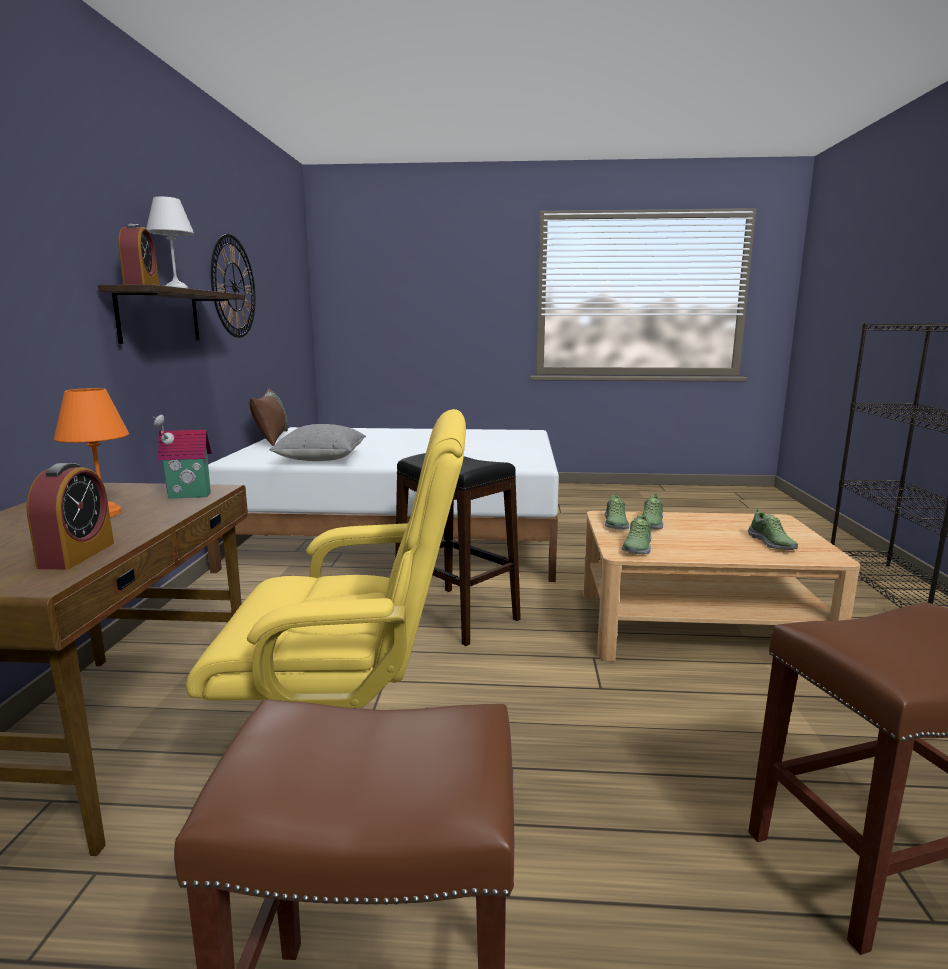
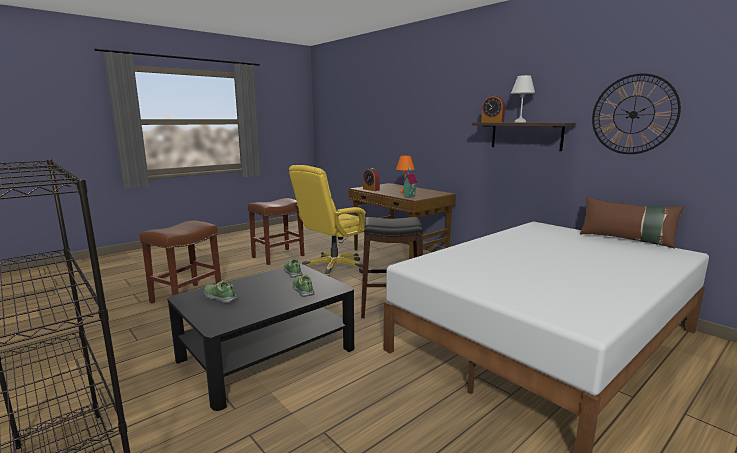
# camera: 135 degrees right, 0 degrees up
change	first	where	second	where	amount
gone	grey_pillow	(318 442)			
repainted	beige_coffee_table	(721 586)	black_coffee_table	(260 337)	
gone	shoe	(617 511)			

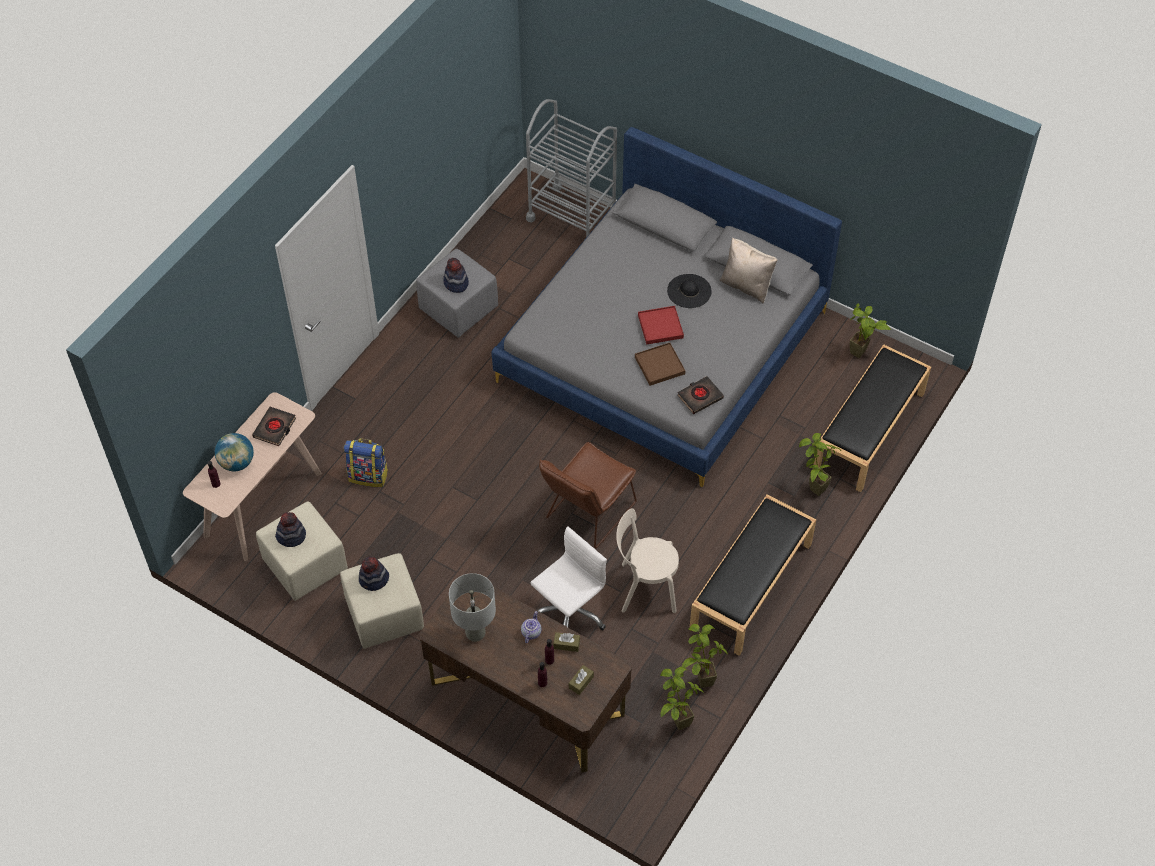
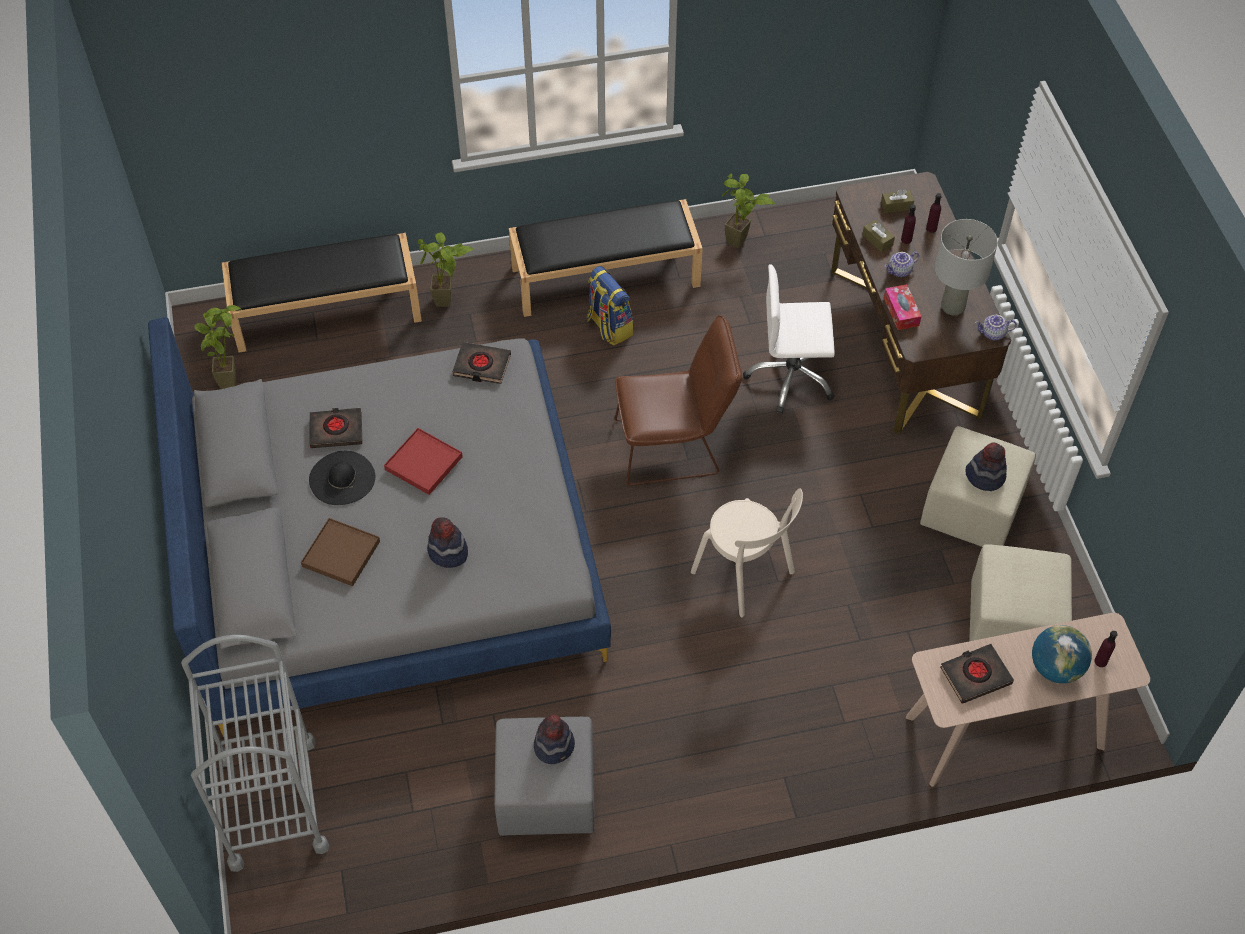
# camera: 135 degrees left, 0 degrees up
change	first	where	second	where	amount
shifted	hat	(290 529)		(447 542)	
shifted	backpack	(366 462)		(610 306)	
shifted	beige_chair	(647 560)		(747 552)	
shifted	brown_tray	(660 364)		(340 552)	
gone	potted_plant	(682 698)			
gone	beige_pillow	(748 270)			
new			black_book	(336 428)	
new			tissue_box	(902 307)	
new			teapot	(996 327)	

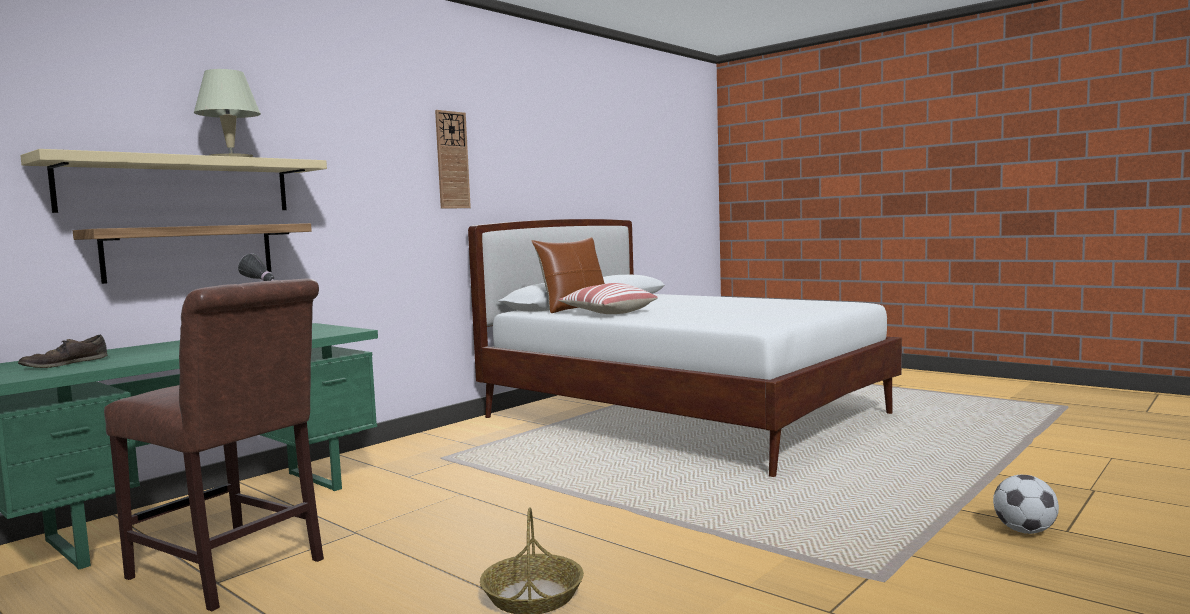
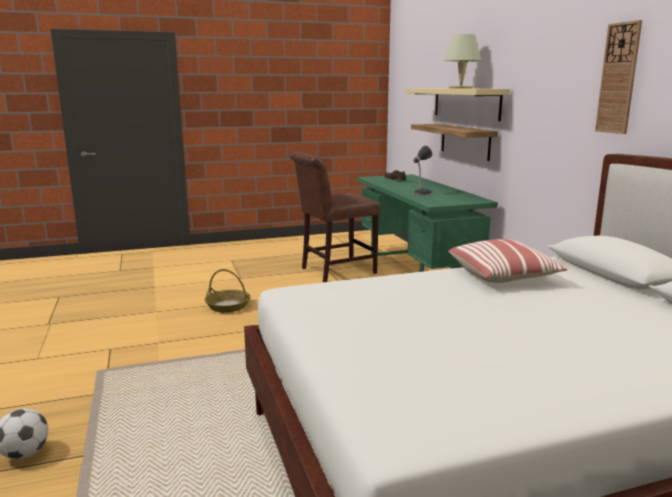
# camera: 120 degrees right, 10 degrees up
change	first	where	second	where	amount
gone	brown_pillow	(568 275)			

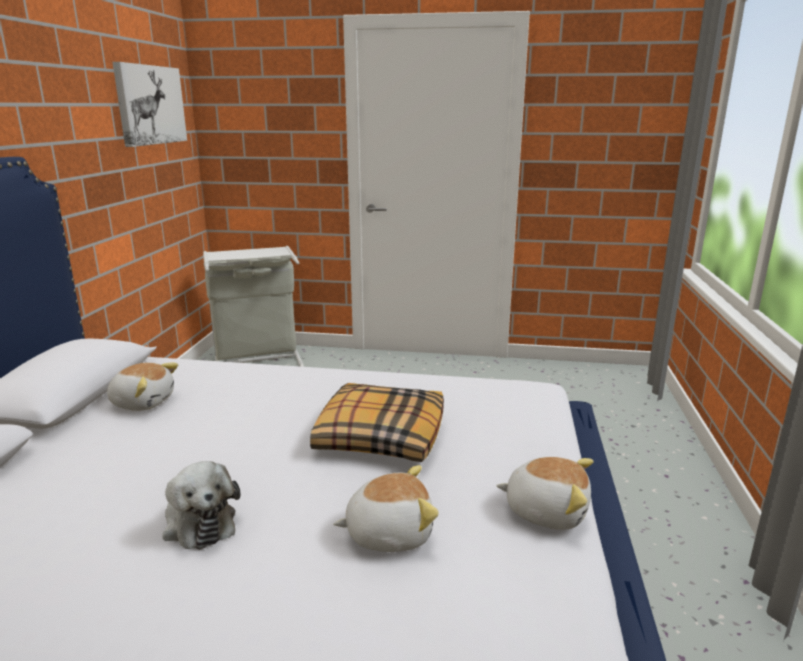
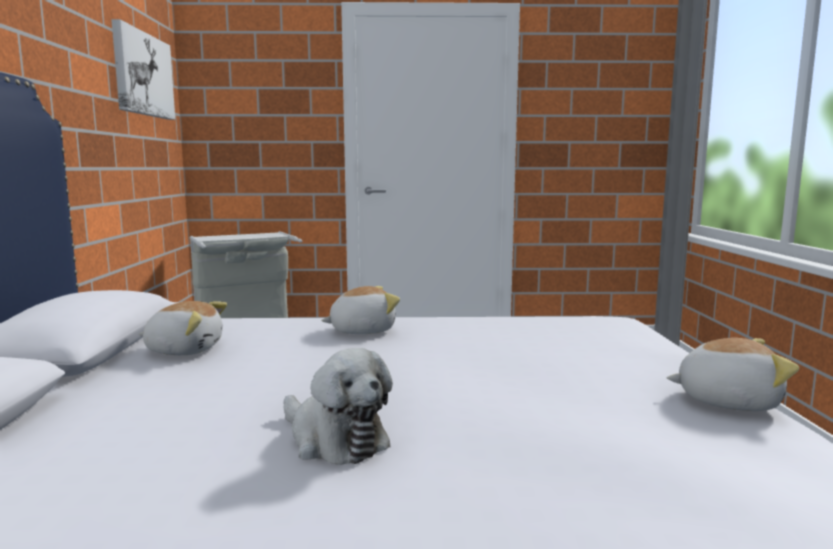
# camera: 10 degrees left, 10 degrees down
change	first	where	second	where	amount
gone	pillow	(377 422)			
shifted	plush_toy	(386 508)		(360 310)	

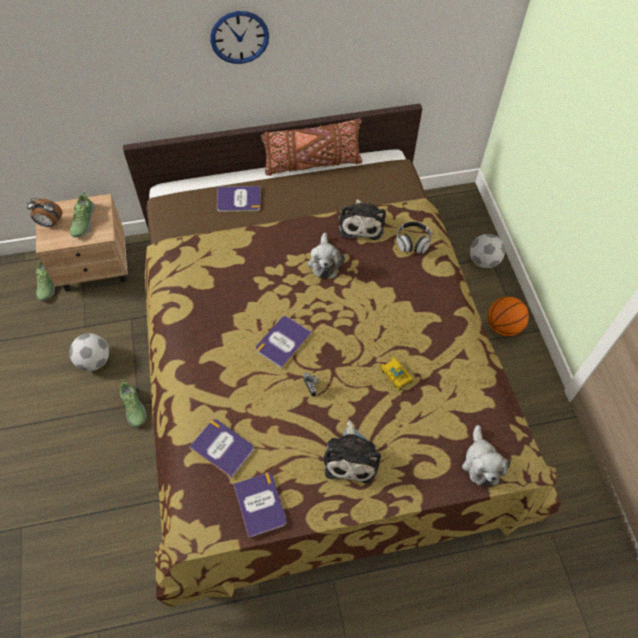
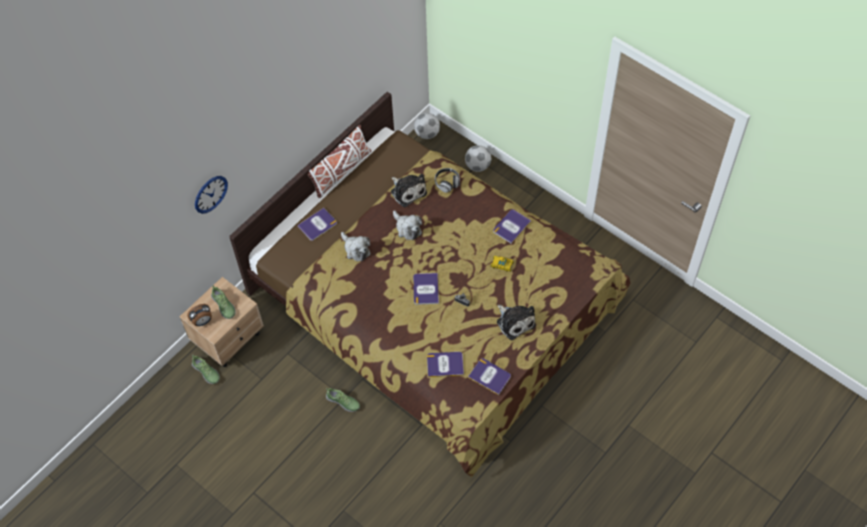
# camera: 35 degrees left, 0 degrees up
change	first	where	second	where	amount
shifted	football	(89 352)		(427 126)	
shifted	wall_clock	(239 37)		(211 195)	
repainted	brown_pillow	(311 147)	white_pillow	(339 161)	
shifted	plush_toy	(486 455)		(356 247)	
gone	basketball	(508 316)			
new			book	(512 227)	

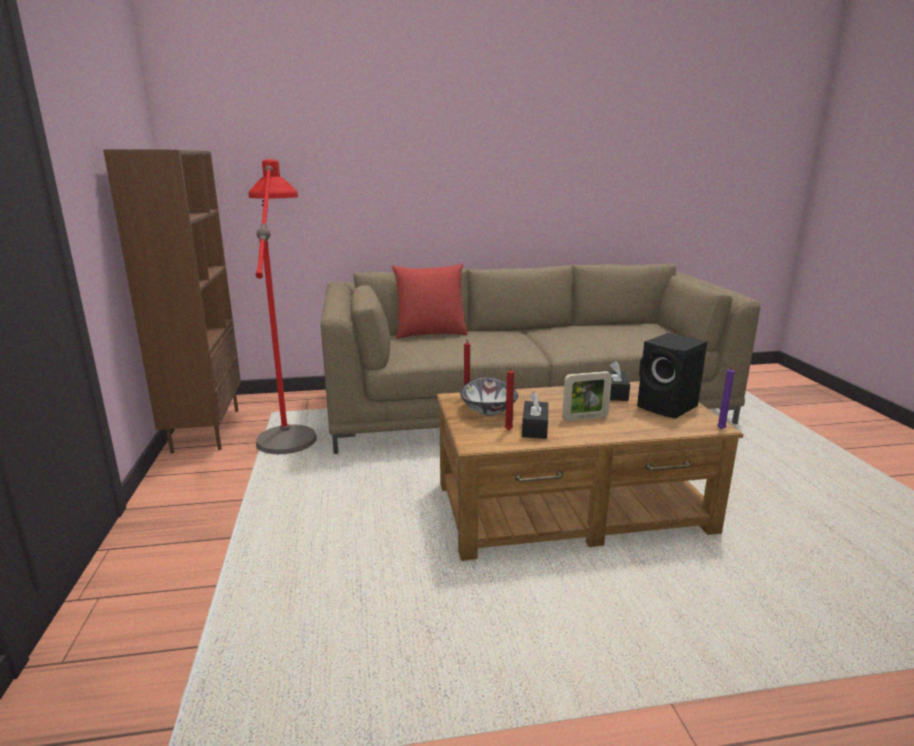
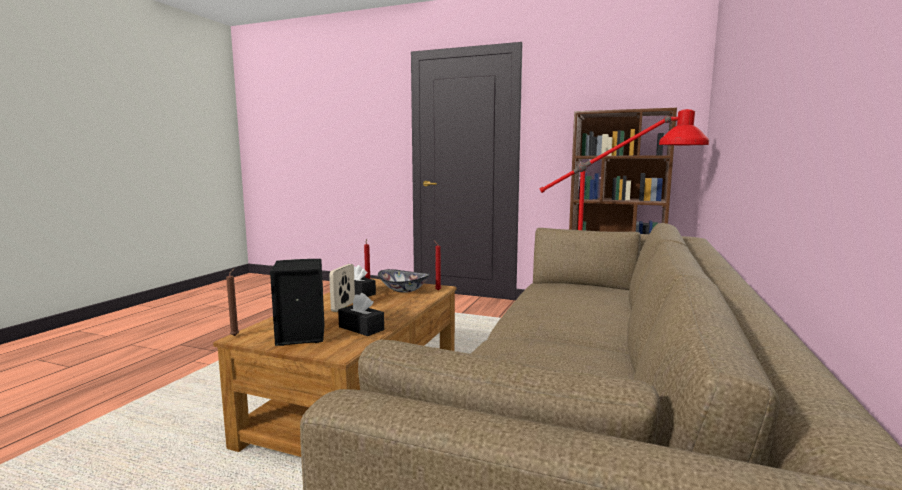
# camera: 120 degrees right, 10 degrees down
change	first	where	second	where	amount
gone	red_pillow	(430 301)			
repainted	purple_candle	(726 396)	brown_candle	(232 302)	

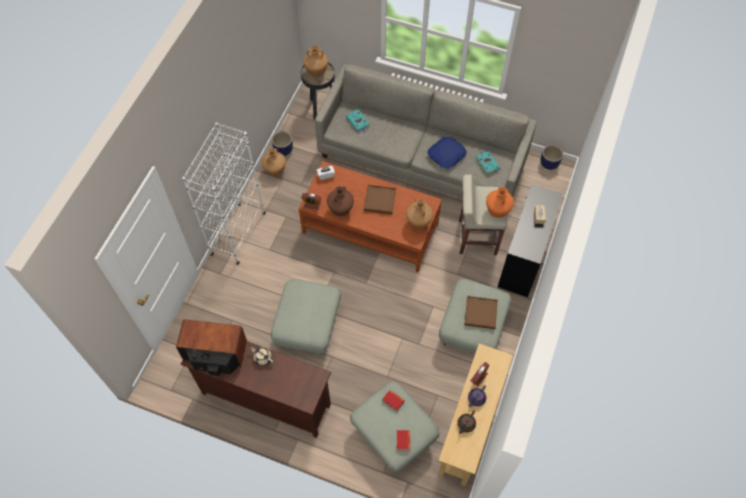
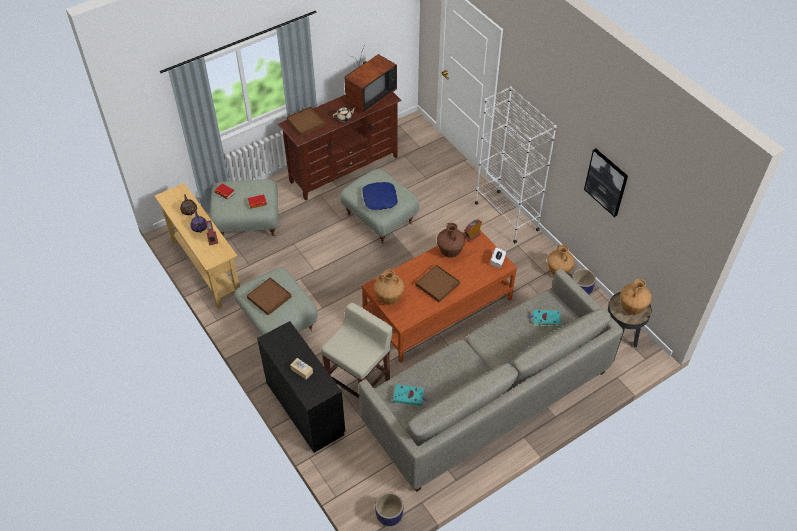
# camera: 125 degrees right, 10 degrees down
change	first	where	second	where	amount
shifted	blue_pillow	(447 152)		(380 196)	
gone	orange_vase	(500 202)			
new			brown_tray	(306 121)	
new			picture	(606 183)	

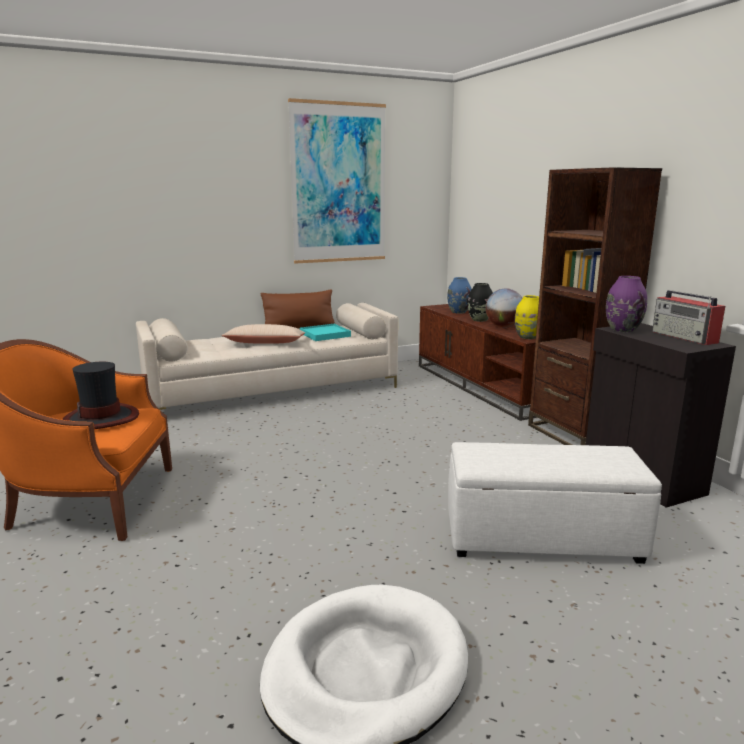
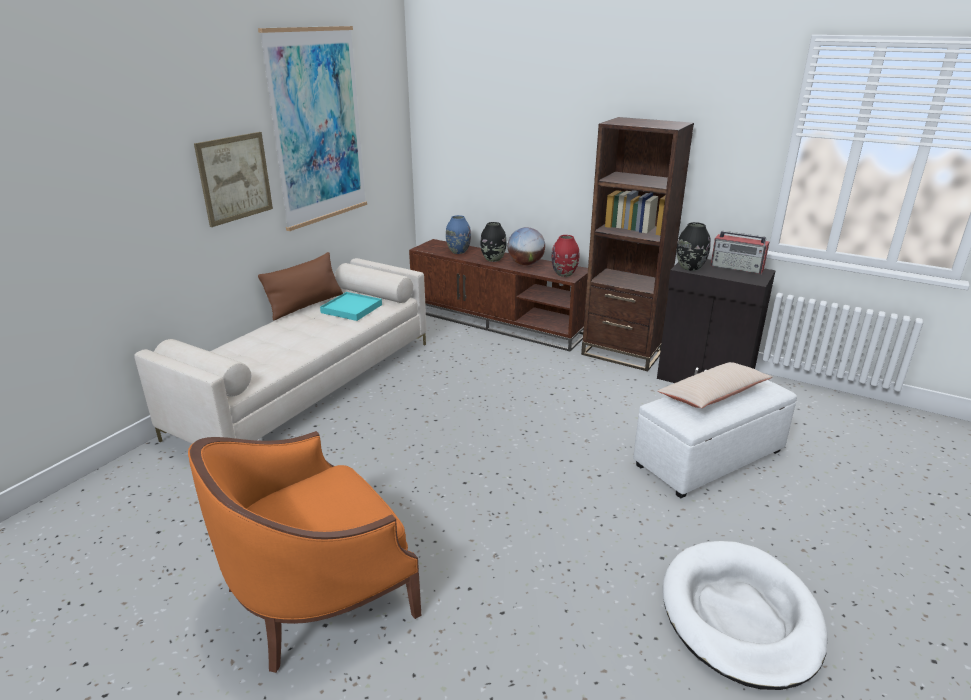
# camera: 35 degrees left, 10 degrees up
change	first	where	second	where	amount
gone	hat	(100 395)			
shifted	beige_pillow	(263 334)		(715 385)	
repainted	yellow_vase	(527 317)	red_vase	(565 256)	
repainted	purple_vase	(626 304)	black_vase	(694 246)	
new			picture	(233 179)	

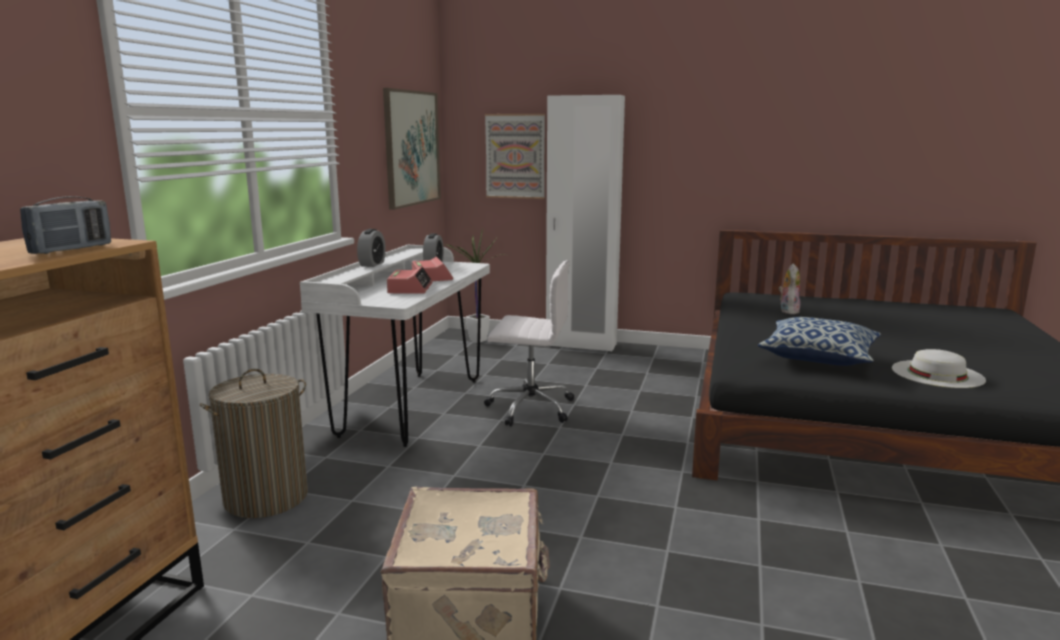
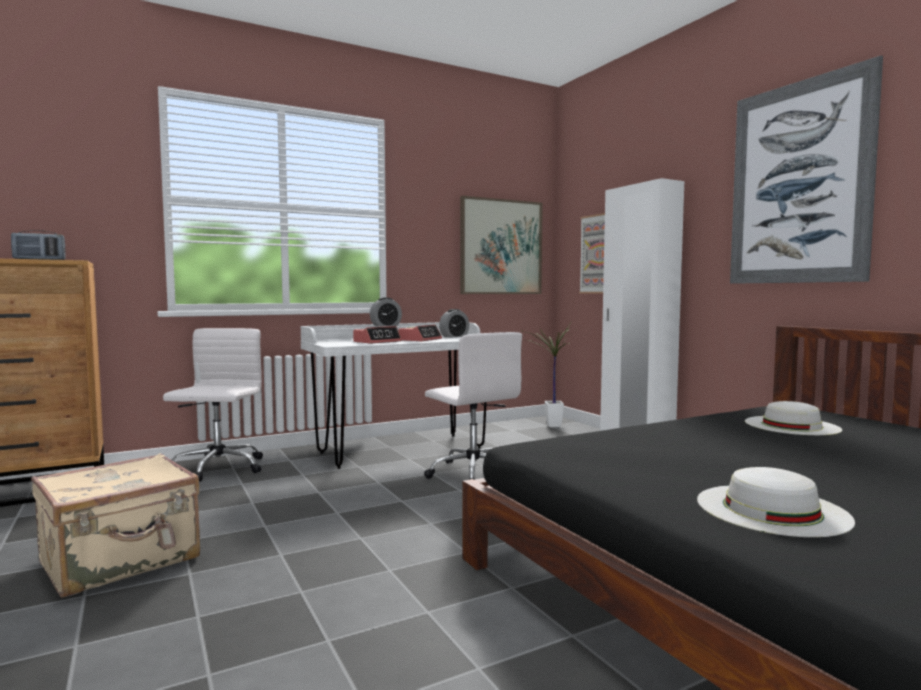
# camera: 45 degrees right, 10 degrees down
change	first	where	second	where	amount
swapped	laundry_basket	(254 443)	white_office_chair	(213 405)	
gone	pillow	(819 341)			
swapped	plush_toy	(789 288)	white_hat	(793 418)	
new			picture	(806 169)	

